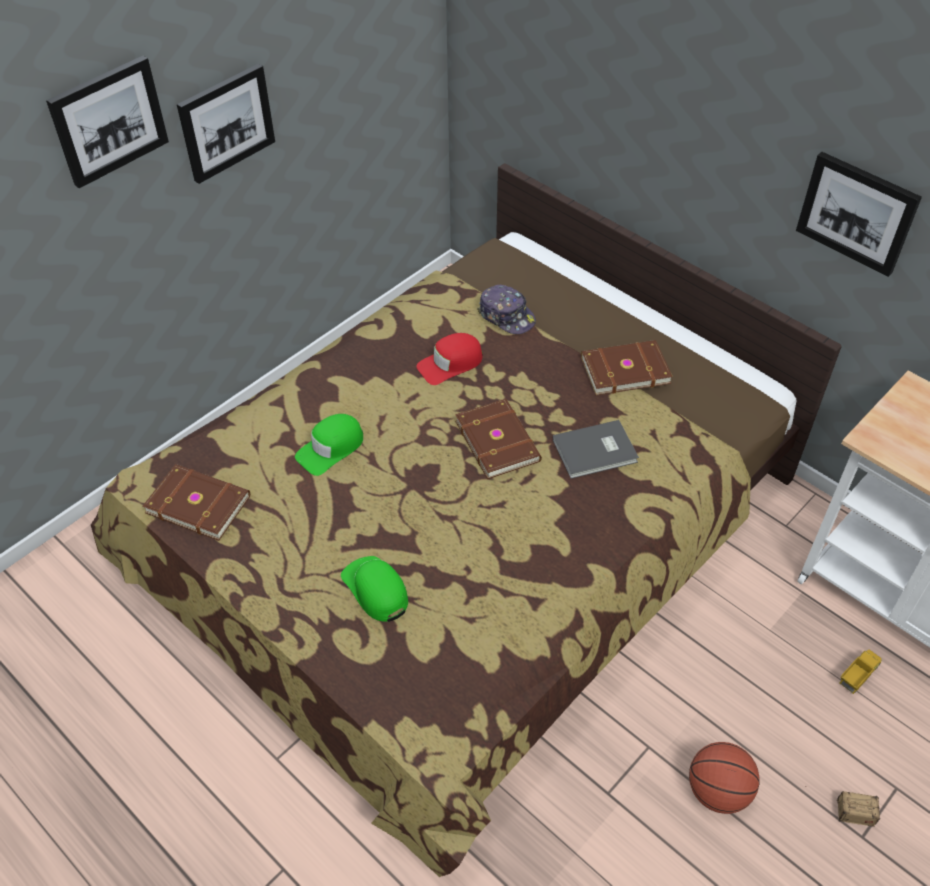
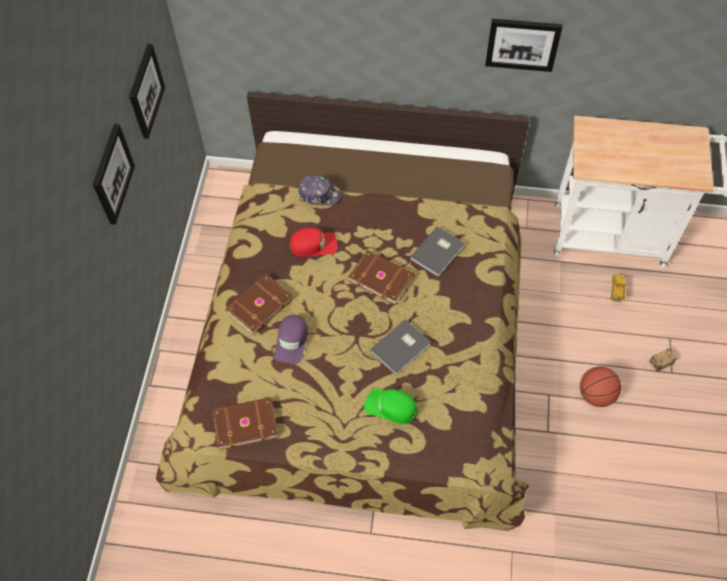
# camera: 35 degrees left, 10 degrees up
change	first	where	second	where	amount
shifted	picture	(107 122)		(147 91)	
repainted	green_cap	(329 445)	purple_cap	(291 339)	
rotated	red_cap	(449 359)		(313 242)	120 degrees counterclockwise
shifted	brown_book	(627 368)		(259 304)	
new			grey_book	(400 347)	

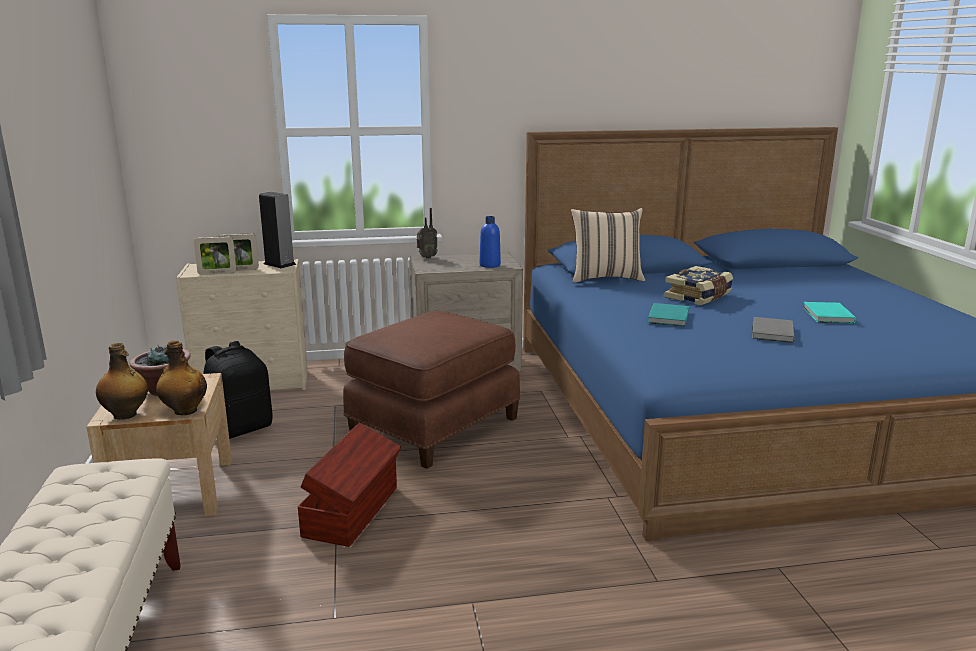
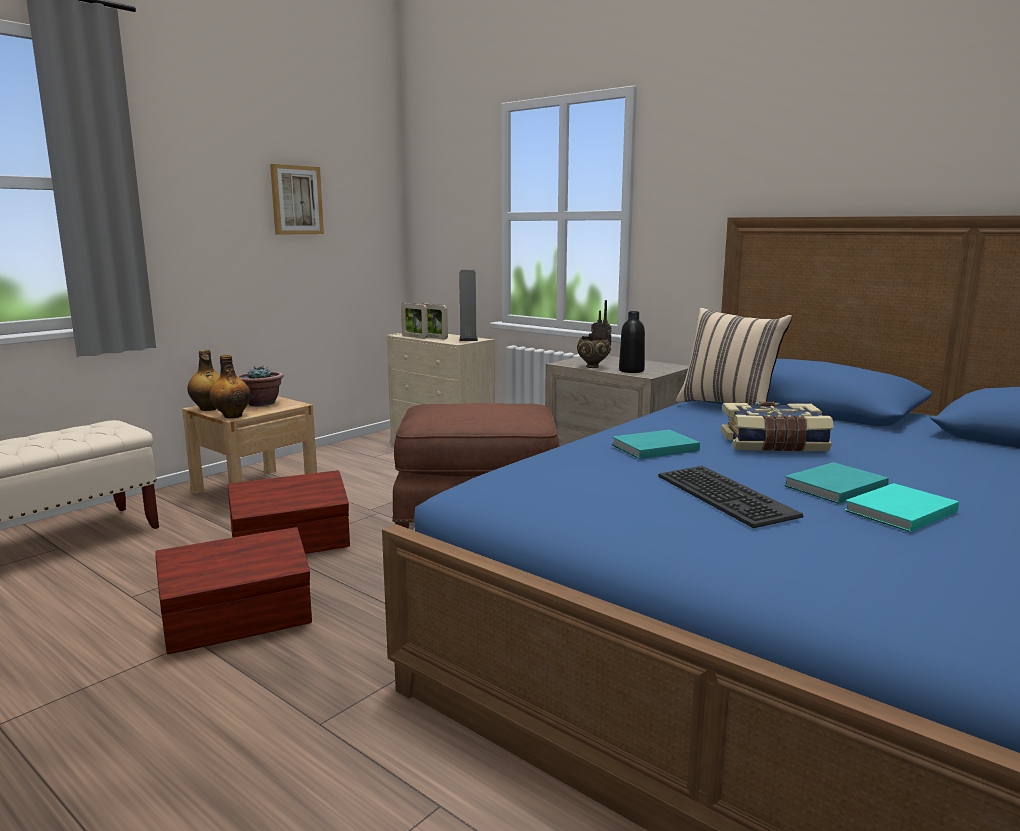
# camera: 50 degrees right, 5 degrees down
change	first	where	second	where	amount
gone	black_backpack	(237 390)			
repainted	blue_bottle	(490 242)	black_bottle	(632 342)	
swapped	grey_book	(773 330)	keyboard	(730 497)	
new			brown_storage_box	(233 590)	
new			picture	(297 199)	
new			brown_bowl	(593 352)	
new			turquoise_book	(836 483)	

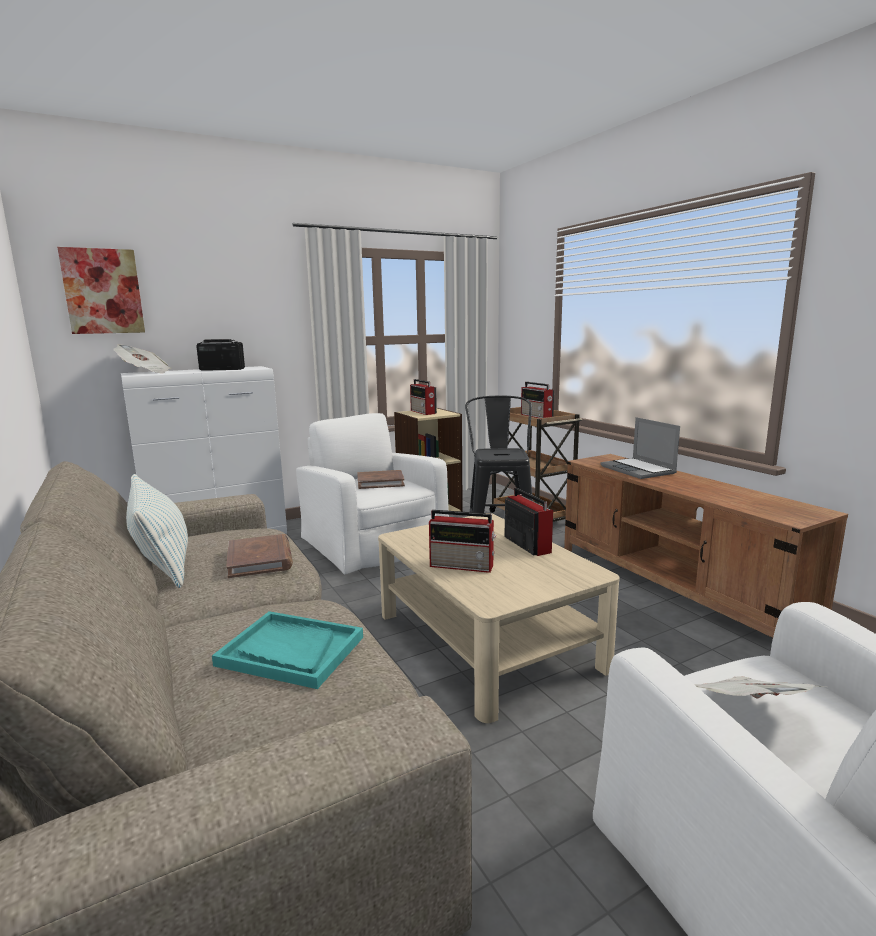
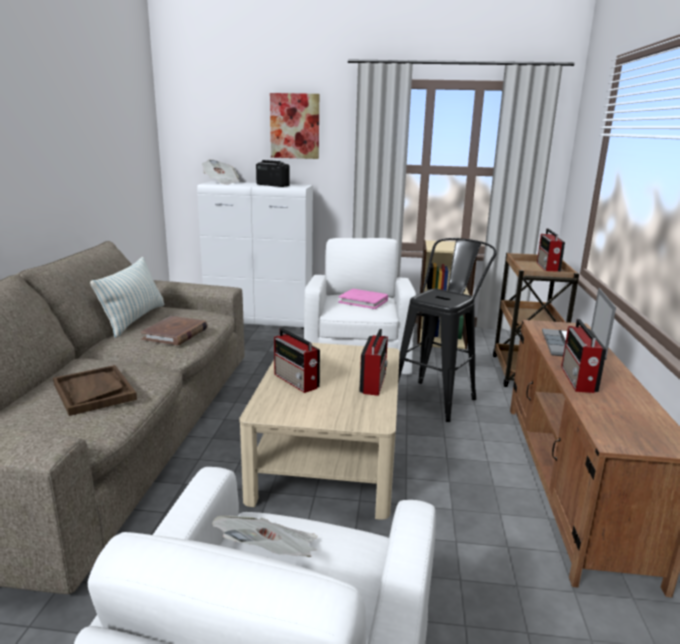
# camera: 35 degrees right, 5 degrees up
change	first	where	second	where	amount
shifted	picture	(101 290)		(294 126)	
repainted	turquoise_tray	(287 650)	brown_tray	(95 390)	
repainted	brown_book	(381 479)	pink_book	(363 299)	
shifted	radio	(423 397)		(584 356)	

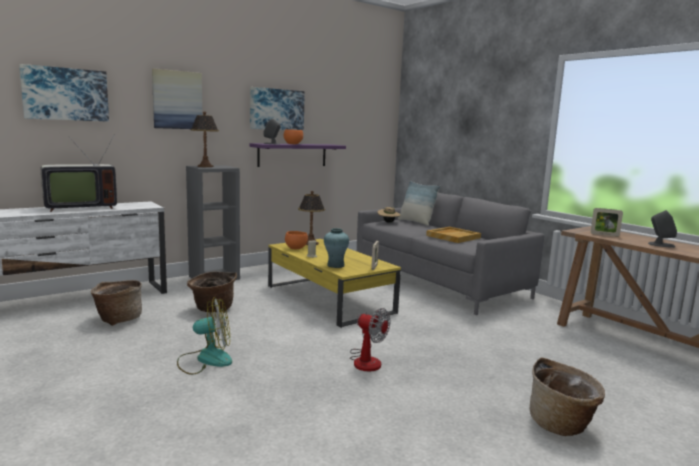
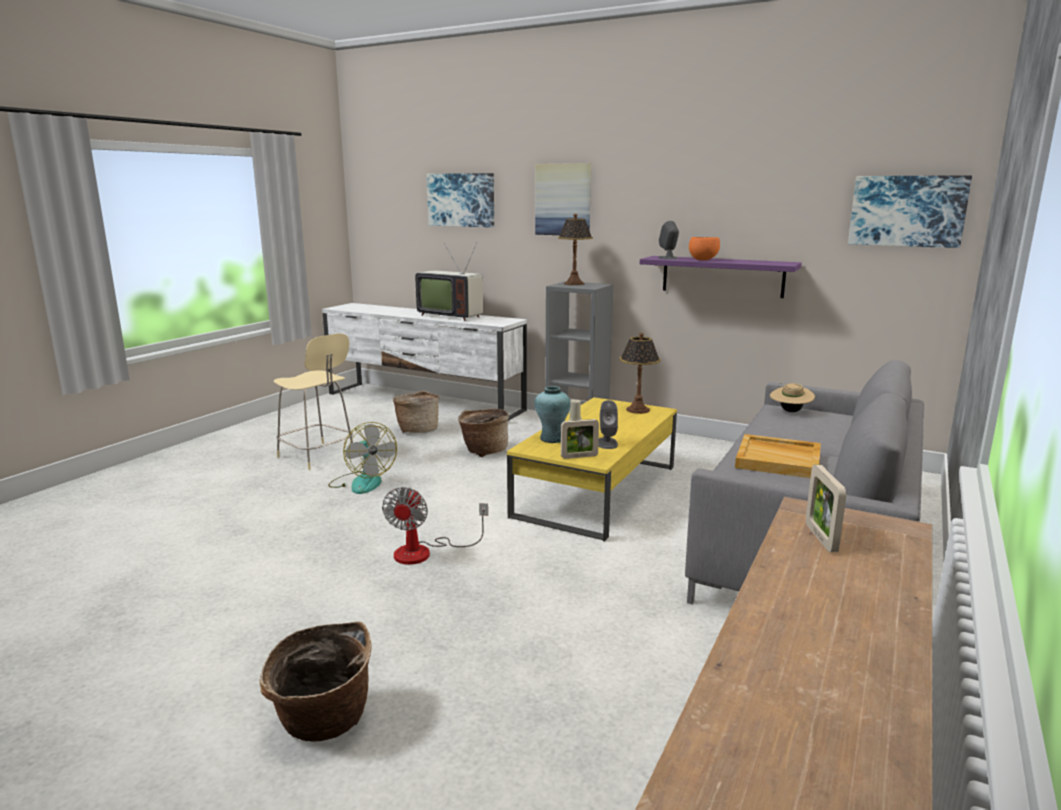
# camera: 65 degrees right, 5 degrees up
change	first	where	second	where	amount
shifted	picture	(277 109)		(910 211)	
gone	orange_bowl	(296 240)			
gone	pillow	(419 203)			
shifted	grey_speaker	(662 229)		(608 424)	
new			beige_chair	(313 401)	

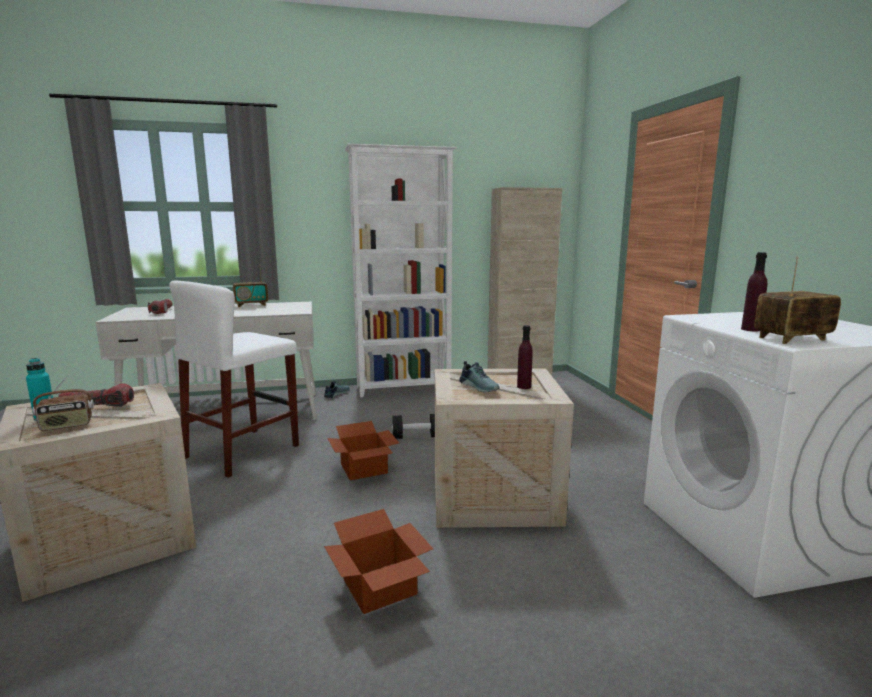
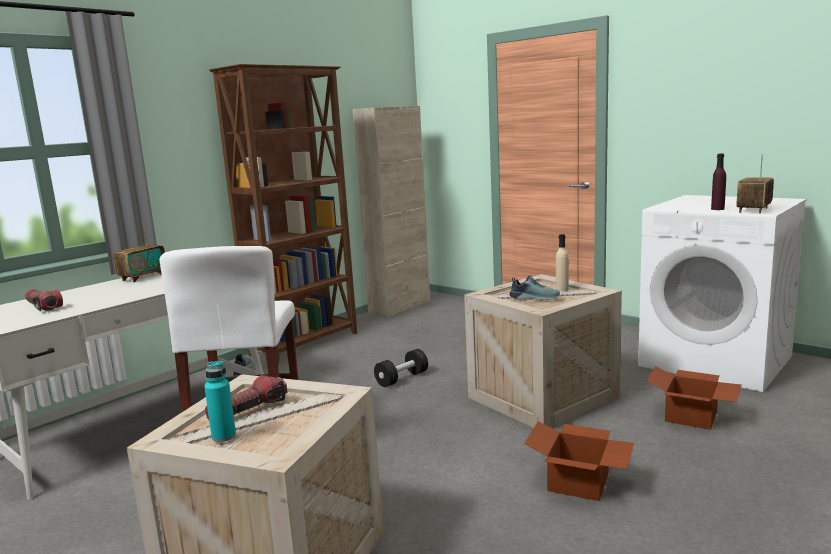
# camera: 35 degrees left, 0 degrees up
change	first	where	second	where	amount
gone	radio	(63 402)			
shifted	cardboard_box	(363 450)		(693 398)	
repainted	white_bookcase	(401 270)	brown_bookcase	(283 214)	
repainted	purple_bottle	(525 357)	beige_bottle	(562 262)	

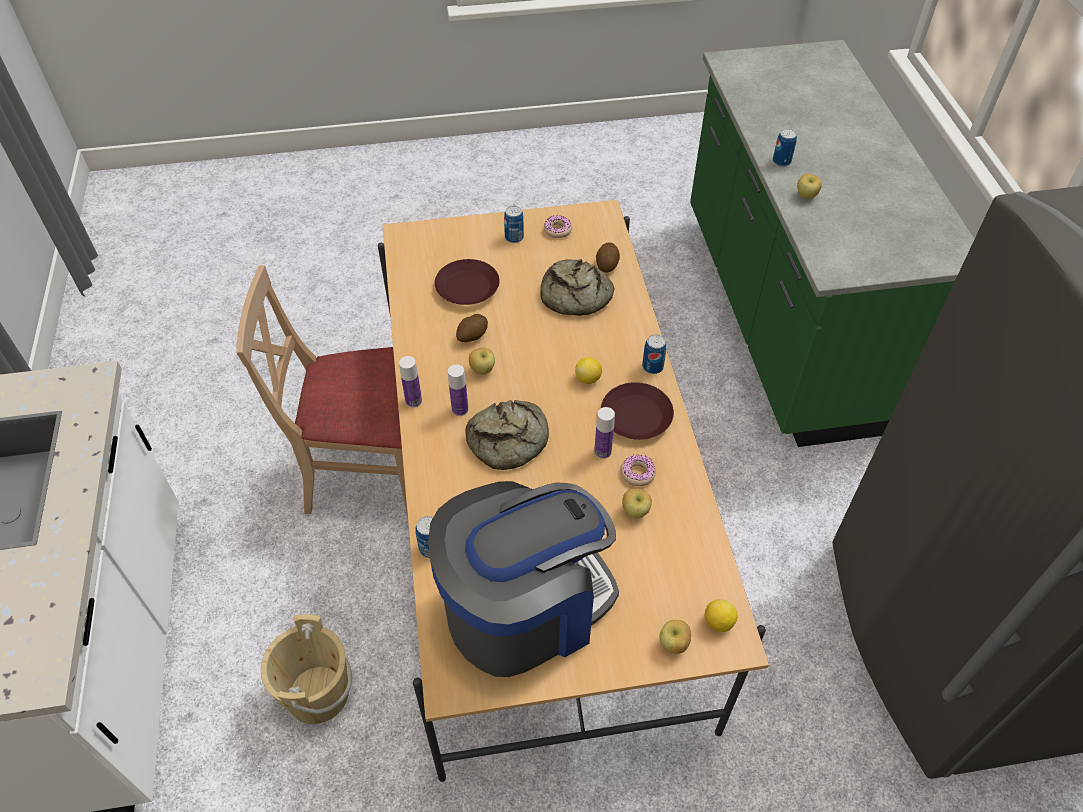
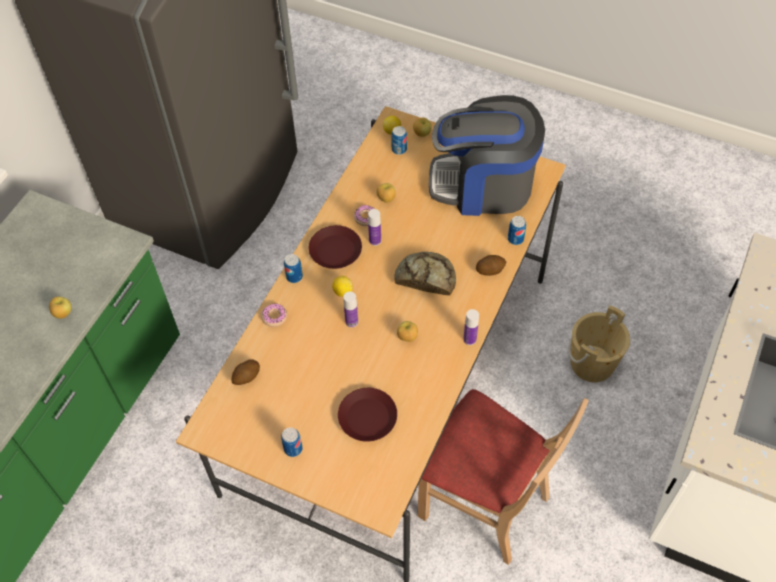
# camera: 145 degrees left, 5 degrees up
change	first	where	second	where	amount
shifted	bottle	(458 390)		(350 309)	
shifted	potato	(472 328)		(491 265)	
gone	bread	(578 287)			
shifted	donut	(558 226)		(274 315)	
shifted	can	(785 148)		(399 140)	

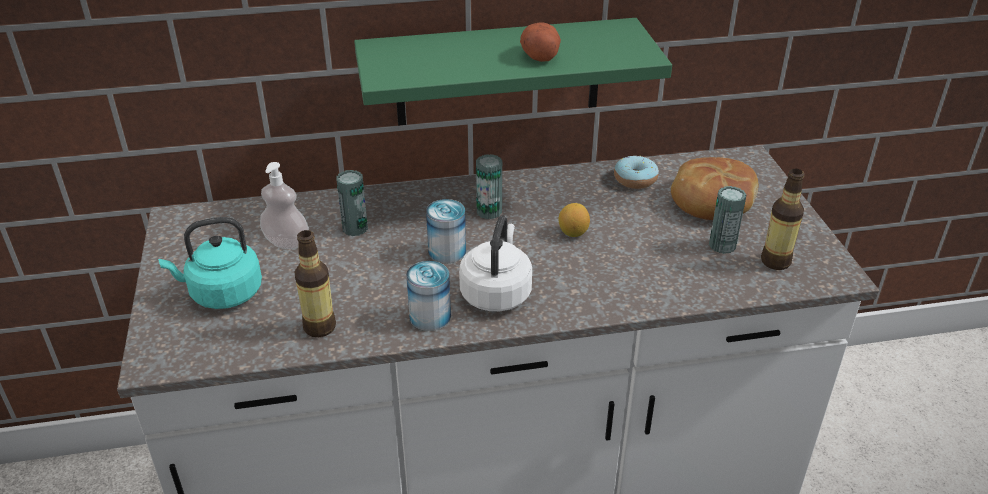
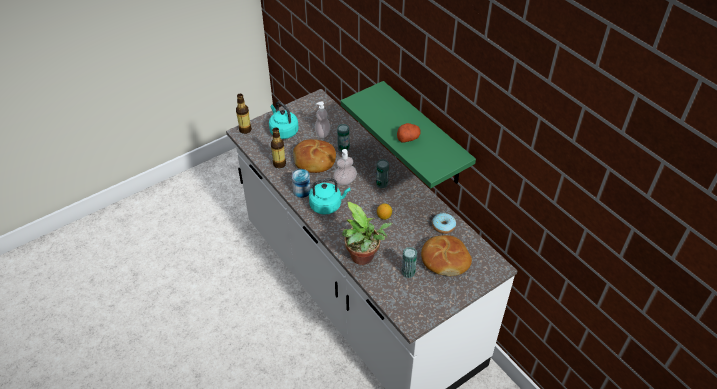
# camera: 65 degrees right, 10 degrees up
change	first	where	second	where	amount
swapped	can	(446 231)	soap_dispenser	(345 167)	
repainted	white_kettle	(495 263)	turquoise_kettle	(330 196)	
shifted	bottle	(783 219)		(244 114)	
new			bread	(314 156)	
new			potted_plant	(367 233)	

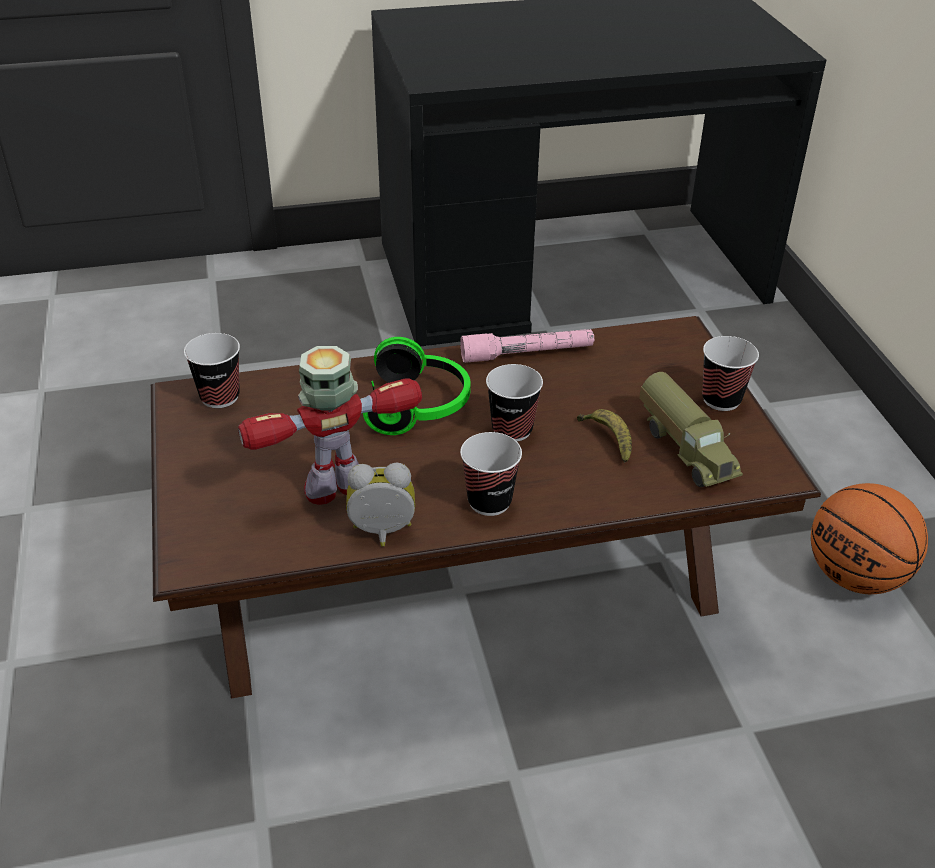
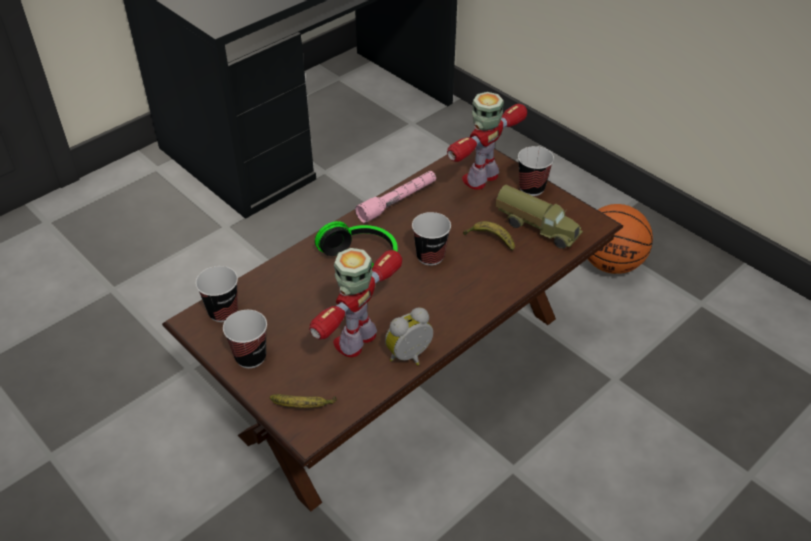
# camera: 30 degrees left, 5 degrees up
change	first	where	second	where	amount
shifted	cup	(491 474)		(245 339)	
new			banana	(303 401)	
new			toy_robot	(487 141)	

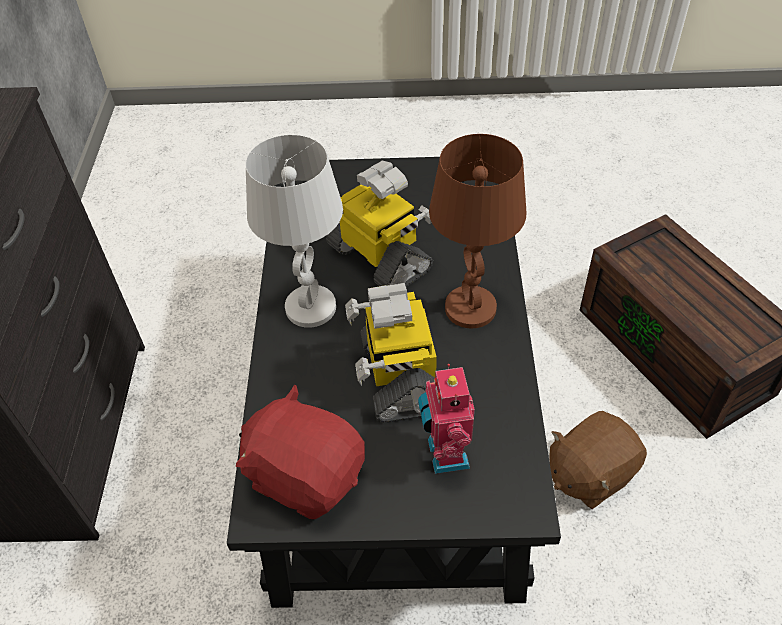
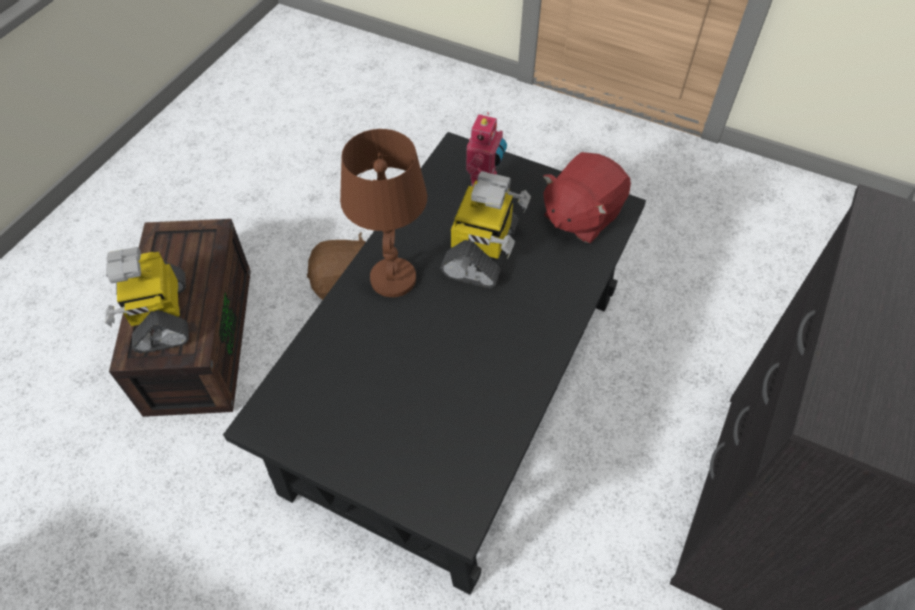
# camera: 155 degrees left, 5 degrees up
change	first	where	second	where	amount
rotated	red_plush_toy	(300 452)		(587 197)	75 degrees clockwise
gone	white_table_lamp	(294 231)			
shifted	toy_robot	(379 224)		(147 300)	

